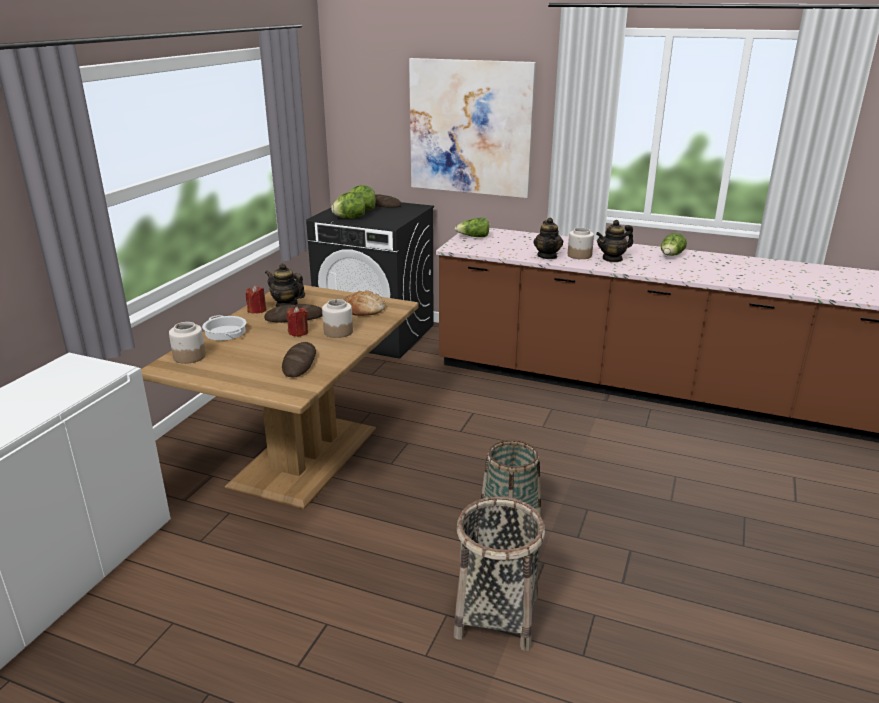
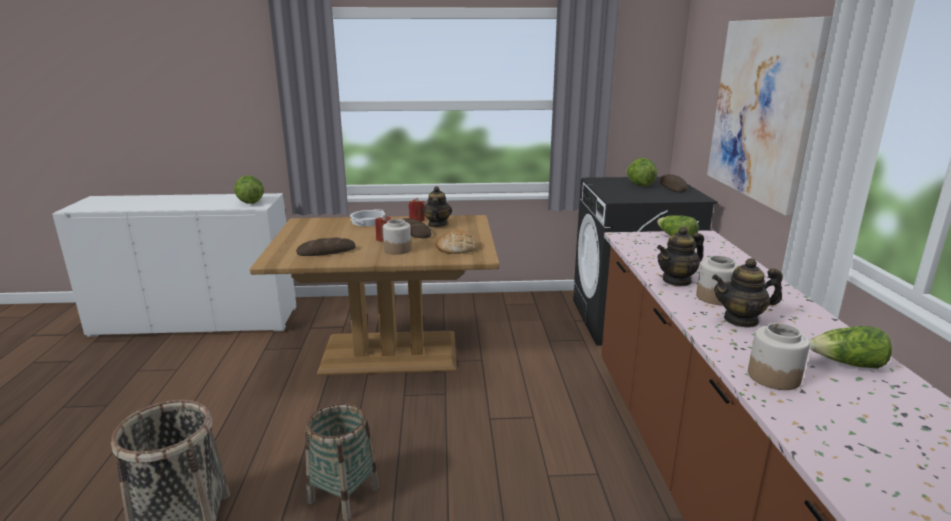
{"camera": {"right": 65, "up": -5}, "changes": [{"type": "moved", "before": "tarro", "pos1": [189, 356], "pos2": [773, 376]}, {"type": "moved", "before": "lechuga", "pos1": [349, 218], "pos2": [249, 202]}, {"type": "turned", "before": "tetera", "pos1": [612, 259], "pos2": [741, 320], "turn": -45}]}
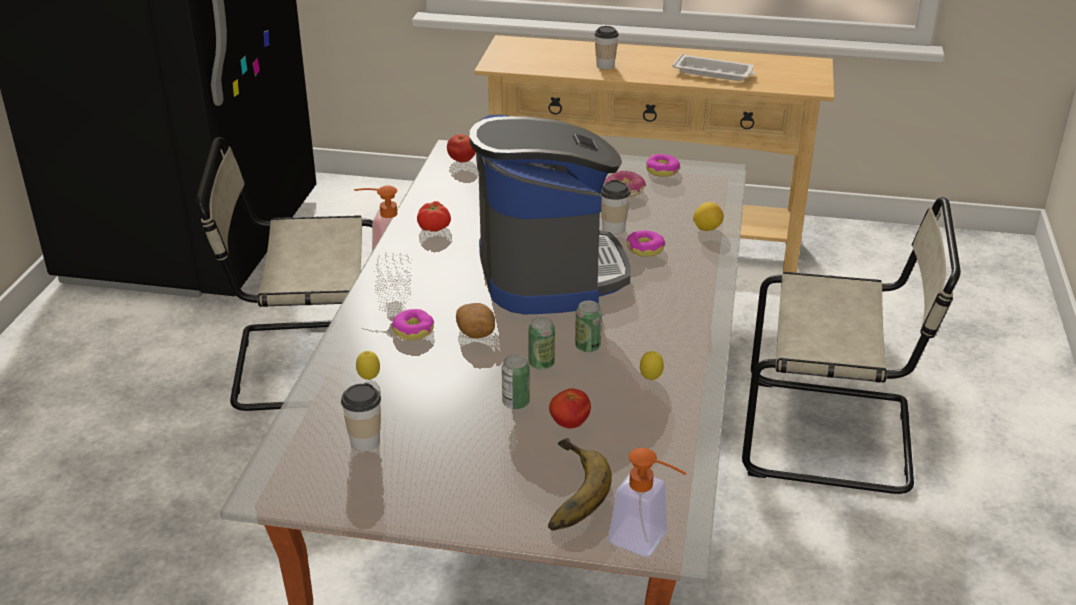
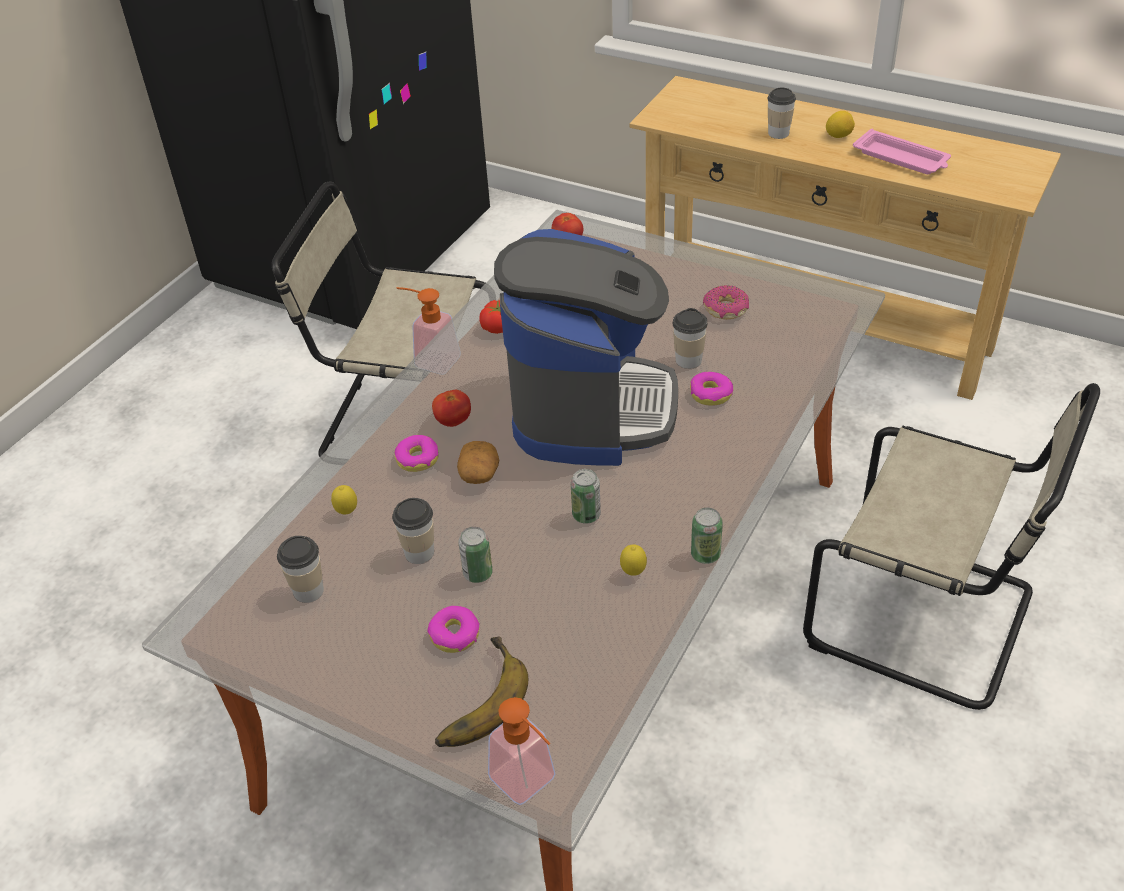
{"camera": {"right": 20, "up": 10}, "changes": [{"type": "moved", "before": "lata", "pos1": [541, 364], "pos2": [705, 554]}, {"type": "moved", "before": "tomate", "pos1": [569, 423], "pos2": [453, 421]}, {"type": "moved", "before": "rosquilla", "pos1": [662, 171], "pos2": [454, 635]}, {"type": "recoloured", "before": "bandeja/blanco", "after": "bandeja/rosa", "pos1": [714, 73], "pos2": [902, 158]}, {"type": "moved", "before": "limón", "pos1": [707, 228], "pos2": [838, 136]}, {"type": "added", "after": "taza", "pos2": [419, 552]}]}
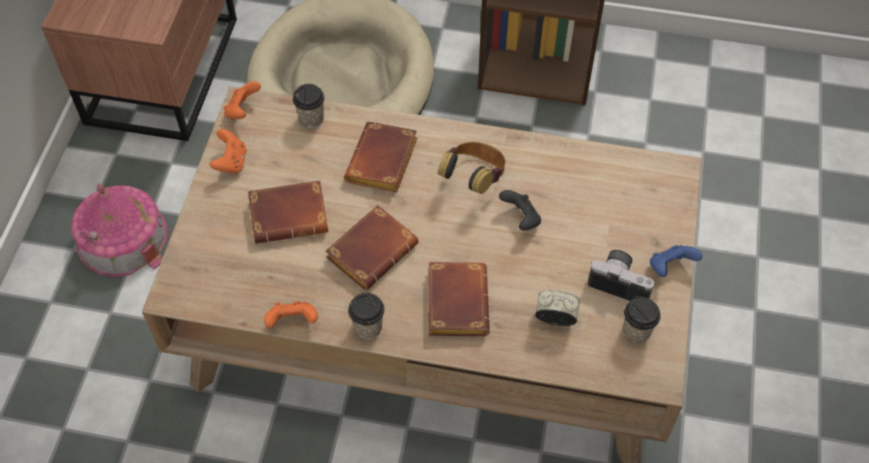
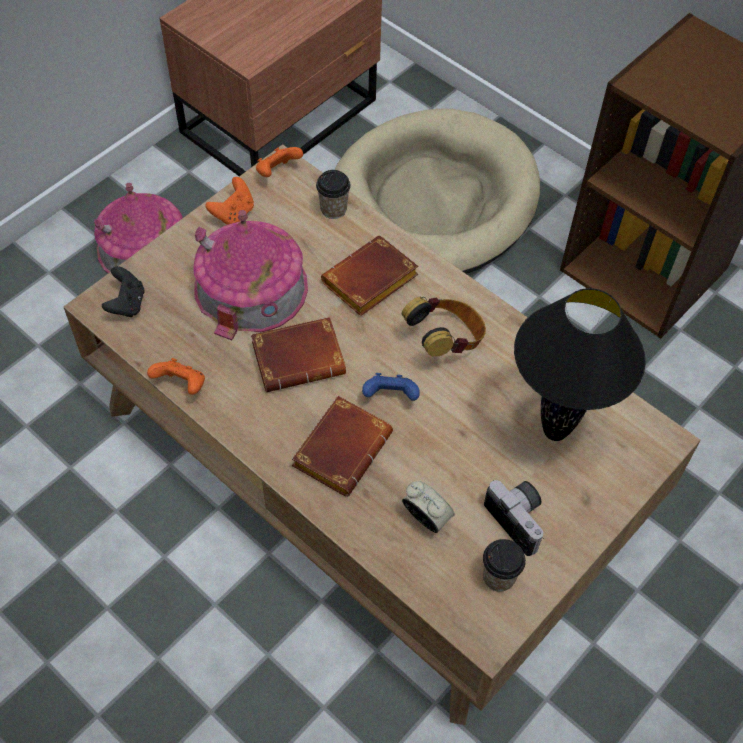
{"camera": {"right": 30, "up": 0}, "changes": [{"type": "replaced", "before": "libro/marrón", "after": "casita", "pos1": [291, 214], "pos2": [251, 287]}, {"type": "removed", "before": "taza", "pos1": [368, 327]}, {"type": "moved", "before": "mando de consola/negro", "pos1": [521, 219], "pos2": [127, 304]}, {"type": "moved", "before": "mando de consola/azul", "pos1": [670, 267], "pos2": [390, 396]}, {"type": "added", "after": "lámpara de mesa/negro", "pos2": [555, 430]}]}
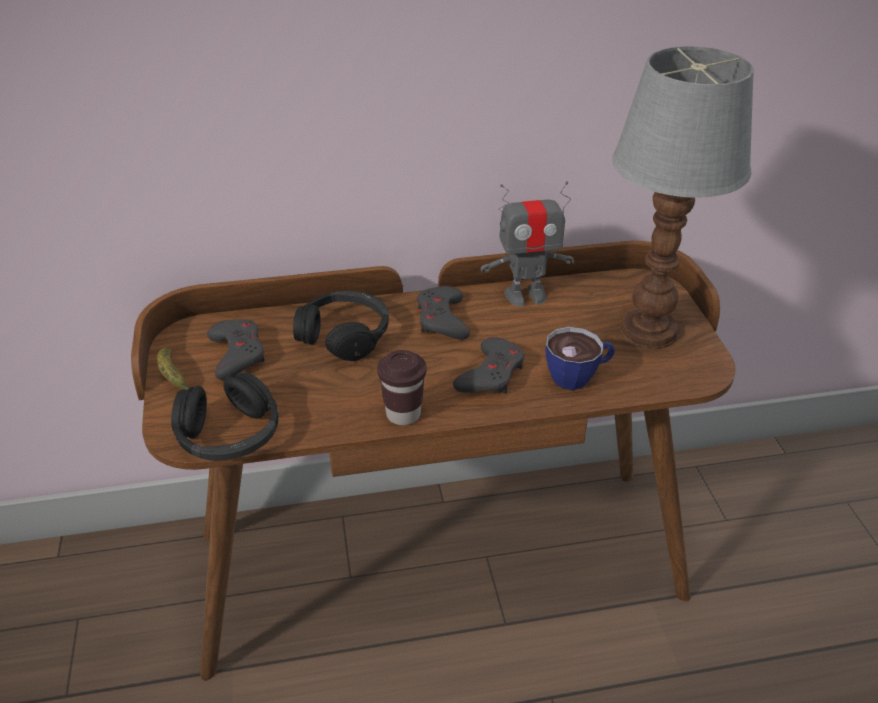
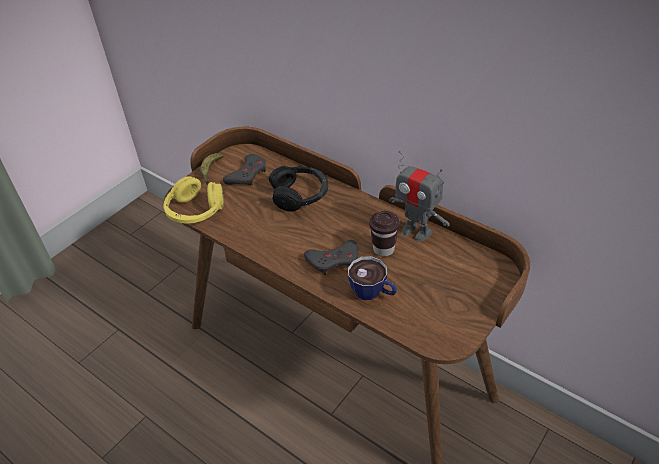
{"camera": {"right": 50, "up": 5}, "changes": [{"type": "recoloured", "before": "auriculares/negro", "after": "auriculares/amarillo", "pos1": [229, 435], "pos2": [195, 211]}, {"type": "moved", "before": "taza/marrón", "pos1": [403, 414], "pos2": [383, 249]}, {"type": "removed", "before": "mando de consola/gris", "pos1": [442, 319]}, {"type": "removed", "before": "lámpara de mesa", "pos1": [649, 330]}]}
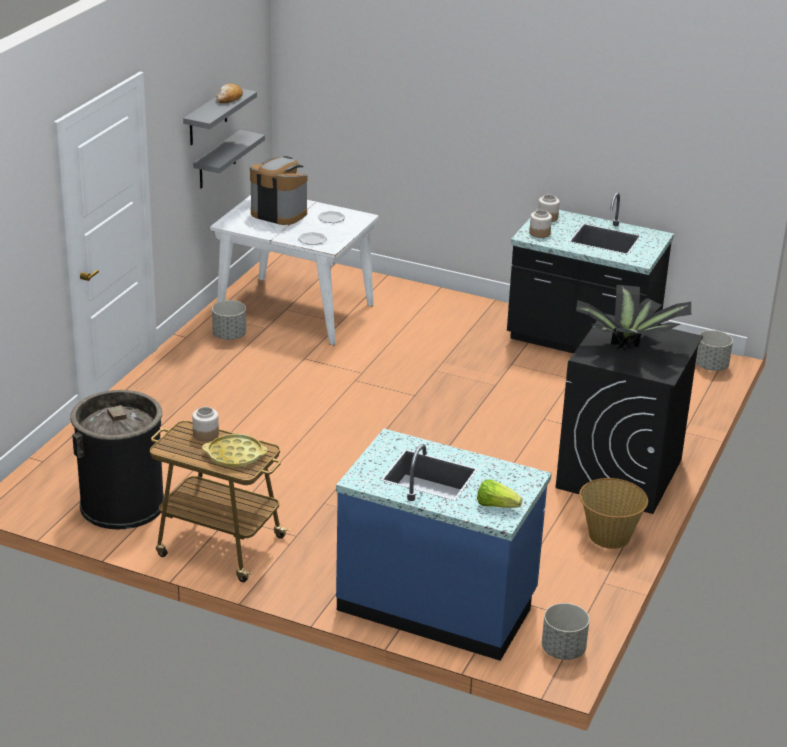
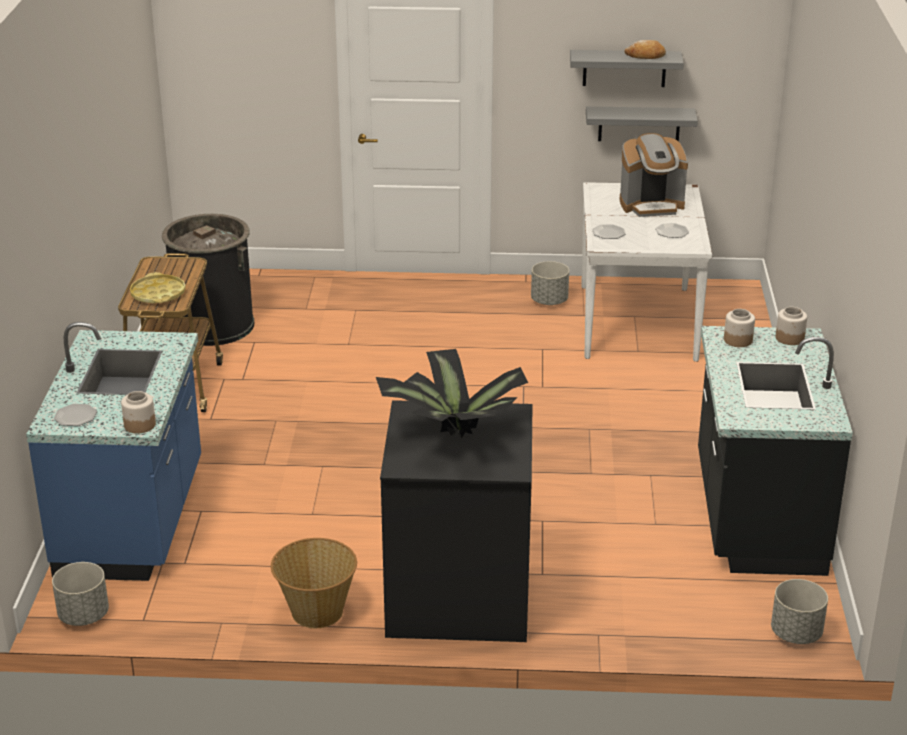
{"camera": {"right": 70, "up": 0}, "changes": [{"type": "moved", "before": "tarro", "pos1": [205, 435], "pos2": [139, 425]}, {"type": "turned", "before": "cafetera", "pos1": [279, 213], "pos2": [651, 205], "turn": 75}, {"type": "replaced", "before": "lechuga", "after": "plato", "pos1": [496, 505], "pos2": [76, 416]}]}
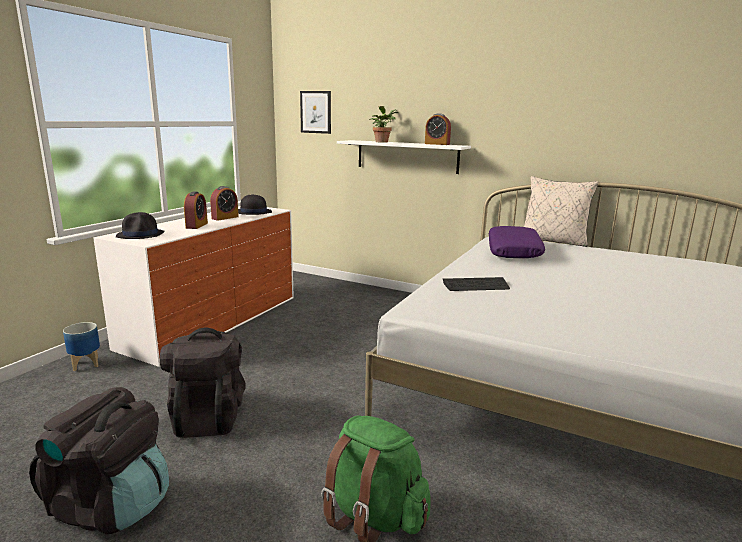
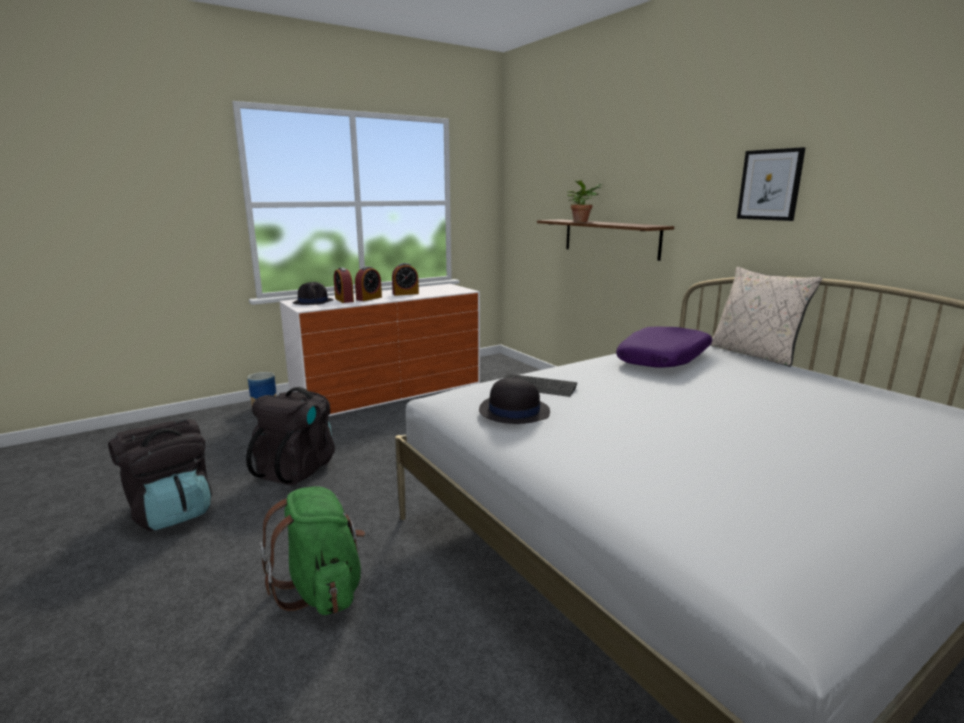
{"camera": {"right": 30, "up": 0}, "changes": [{"type": "moved", "before": "sombrero/negro", "pos1": [253, 212], "pos2": [513, 411]}, {"type": "moved", "before": "cuadro", "pos1": [316, 112], "pos2": [770, 185]}, {"type": "recoloured", "before": "estante/blanco", "after": "estante/marrón", "pos1": [407, 156], "pos2": [610, 238]}, {"type": "moved", "before": "despertador", "pos1": [437, 144], "pos2": [344, 300]}]}
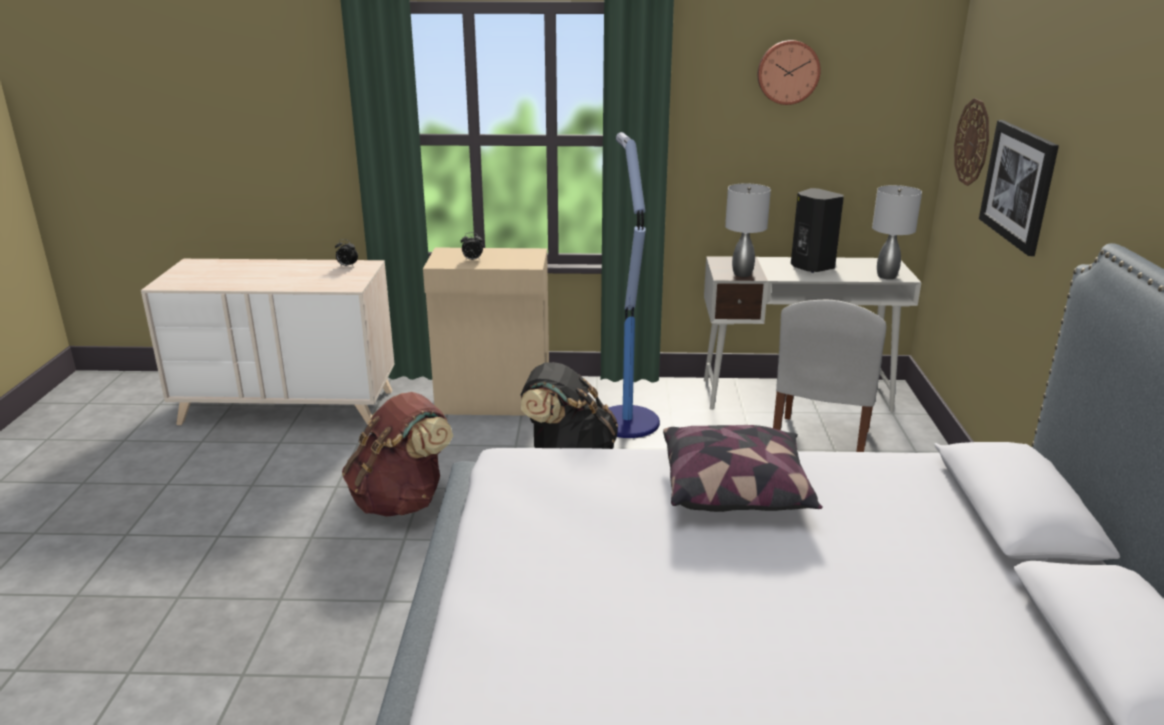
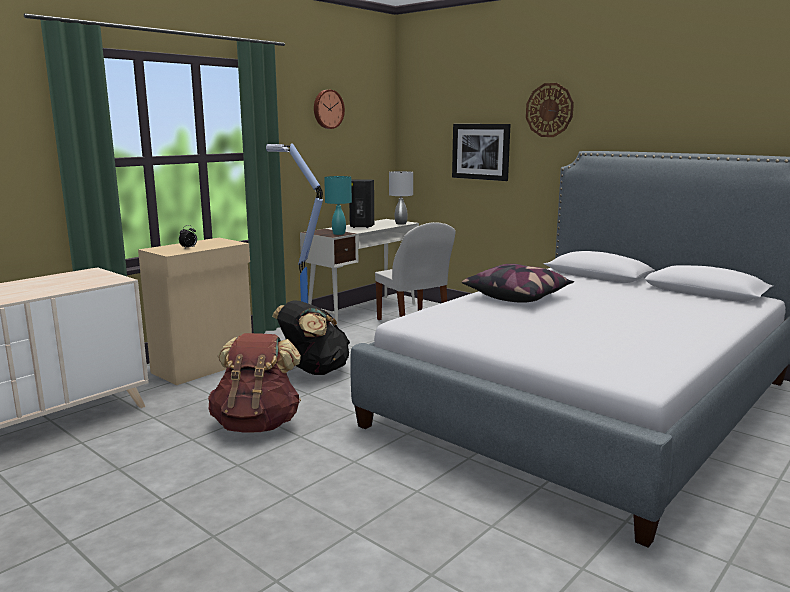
{"camera": {"right": -50, "up": -10}, "changes": [{"type": "removed", "before": "despertador", "pos1": [347, 266]}, {"type": "recoloured", "before": "lámpara de mesa/gris", "after": "lámpara de mesa/turquesa", "pos1": [741, 274], "pos2": [338, 233]}, {"type": "moved", "before": "reloj de pared", "pos1": [972, 142], "pos2": [549, 110]}]}
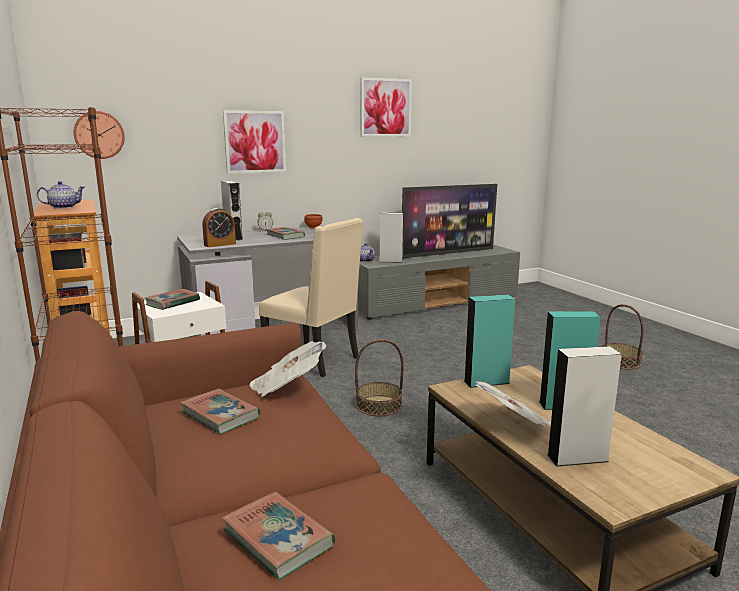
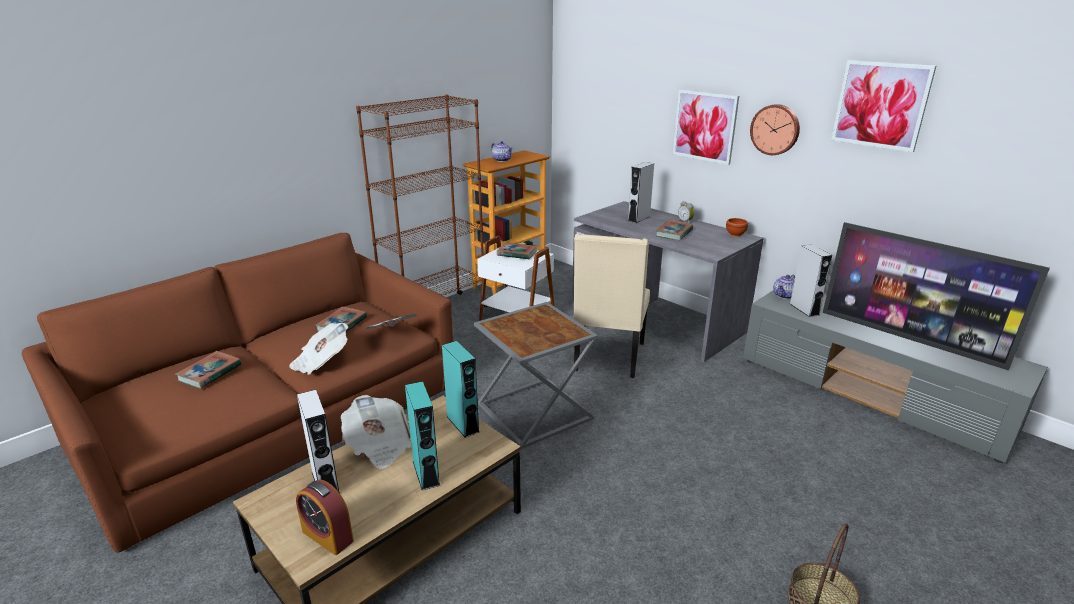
{"camera": {"right": 70, "up": 10}, "changes": [{"type": "moved", "before": "reloj de pared", "pos1": [99, 135], "pos2": [775, 129]}, {"type": "moved", "before": "despertador", "pos1": [220, 244], "pos2": [327, 536]}, {"type": "replaced", "before": "cesta", "after": "mesa auxiliar/gris", "pos1": [379, 405], "pos2": [537, 412]}, {"type": "added", "after": "periódico", "pos2": [321, 362]}]}
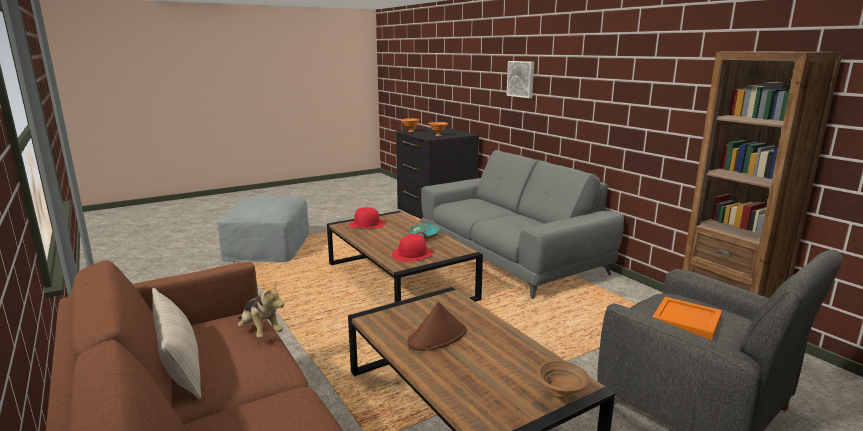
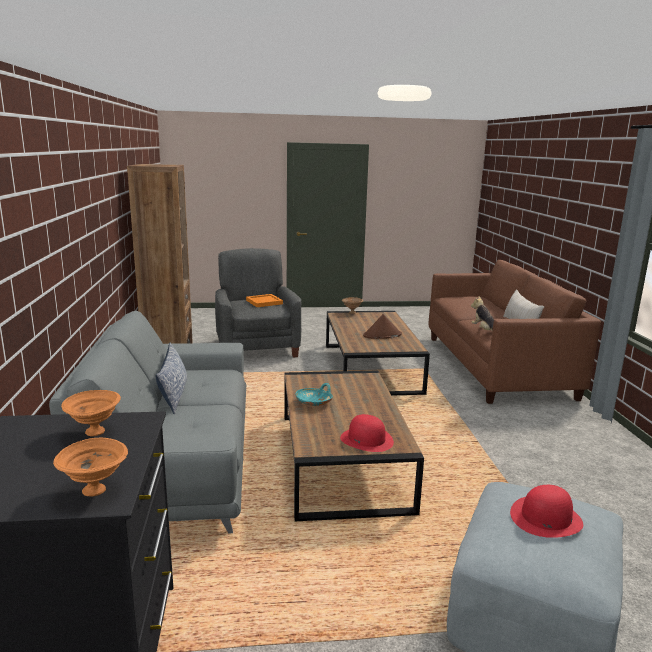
{"camera": {"right": -155, "up": 0}, "changes": [{"type": "moved", "before": "sombrero/rojo", "pos1": [412, 254], "pos2": [546, 518]}, {"type": "removed", "before": "cuadro", "pos1": [521, 79]}, {"type": "added", "after": "cojín", "pos2": [174, 394]}]}
